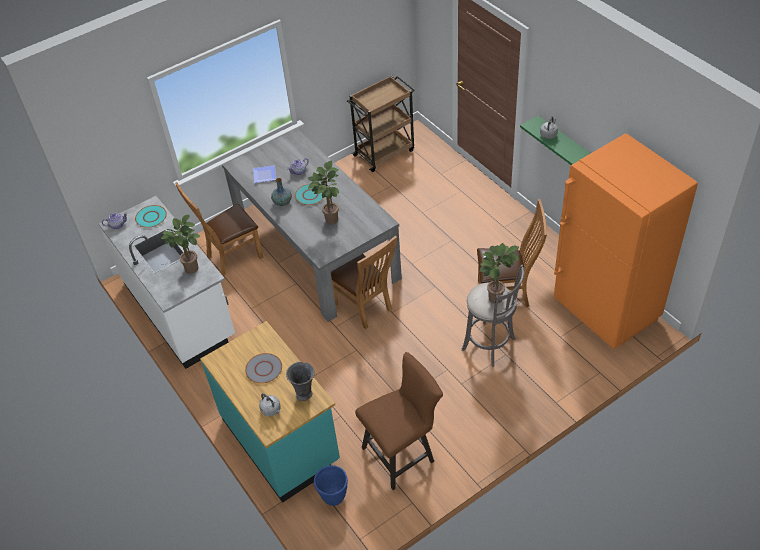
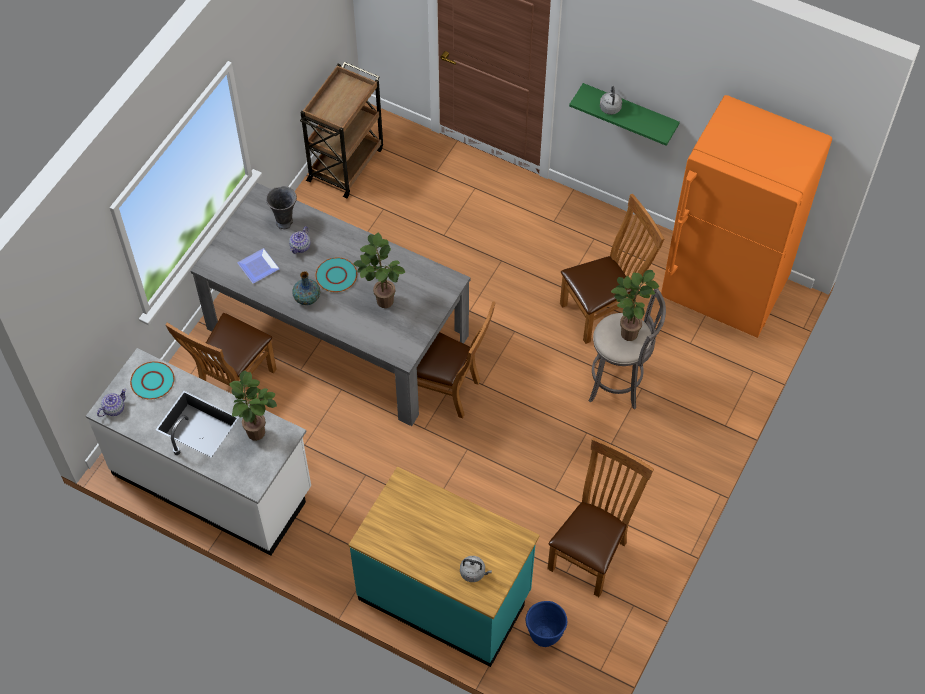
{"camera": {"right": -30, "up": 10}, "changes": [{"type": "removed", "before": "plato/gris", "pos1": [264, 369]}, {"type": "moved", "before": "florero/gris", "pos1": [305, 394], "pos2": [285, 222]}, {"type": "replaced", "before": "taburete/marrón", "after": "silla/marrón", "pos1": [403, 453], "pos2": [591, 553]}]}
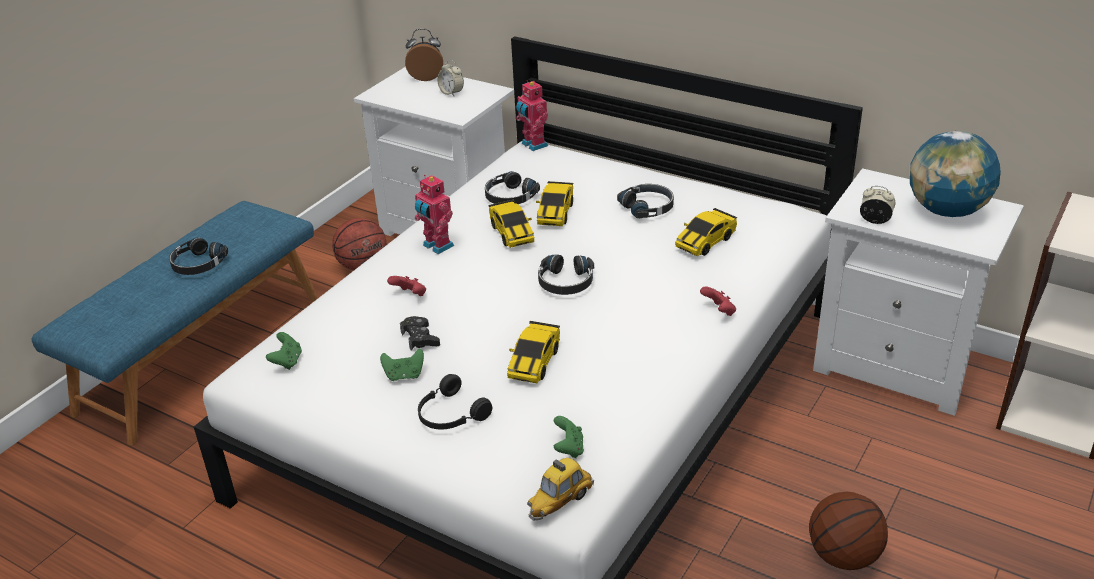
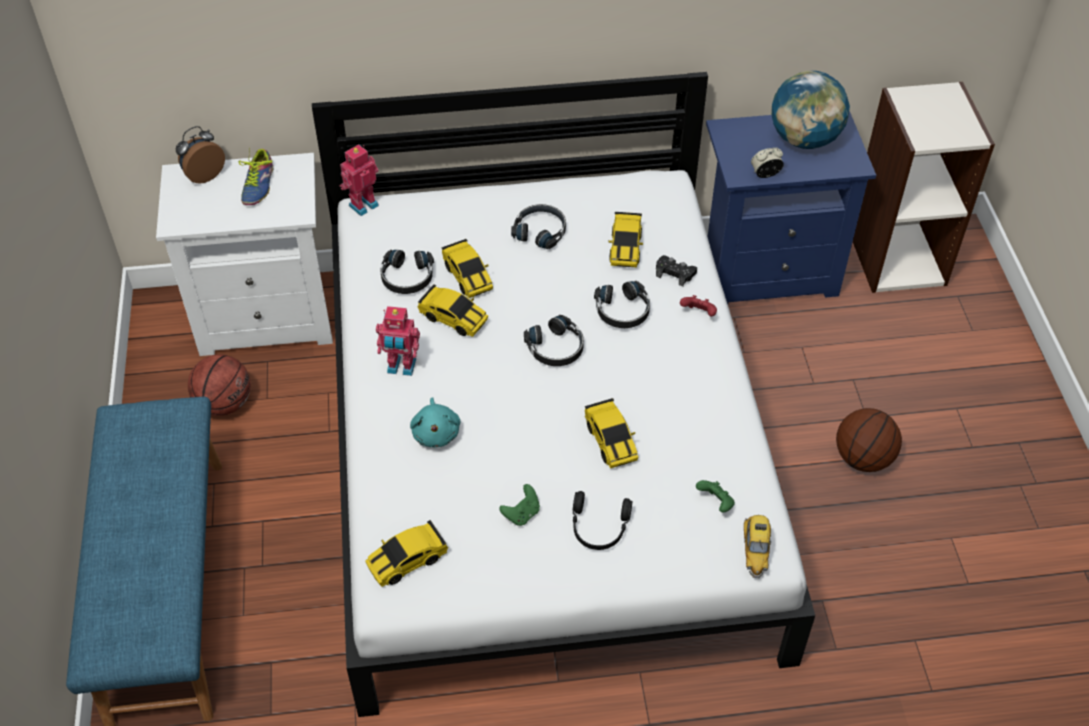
{"camera": {"right": -40, "up": 15}, "changes": [{"type": "moved", "before": "auriculares/negro", "pos1": [198, 264], "pos2": [622, 311]}, {"type": "replaced", "before": "mando de consola/verde", "after": "coche de juguete", "pos1": [287, 361], "pos2": [407, 560]}, {"type": "replaced", "before": "mando de consola/rojo", "after": "peluche/turquesa", "pos1": [410, 295], "pos2": [436, 432]}, {"type": "moved", "before": "mando de consola/negro", "pos1": [420, 338], "pos2": [675, 273]}, {"type": "replaced", "before": "despertador", "after": "zapato", "pos1": [451, 93], "pos2": [256, 185]}, {"type": "turned", "before": "robot de juguete", "pos1": [533, 145], "pos2": [362, 204], "turn": 120}, {"type": "recoloured", "before": "mesita de noche/blanco", "after": "mesita de noche/azul", "pos1": [897, 366], "pos2": [767, 270]}]}
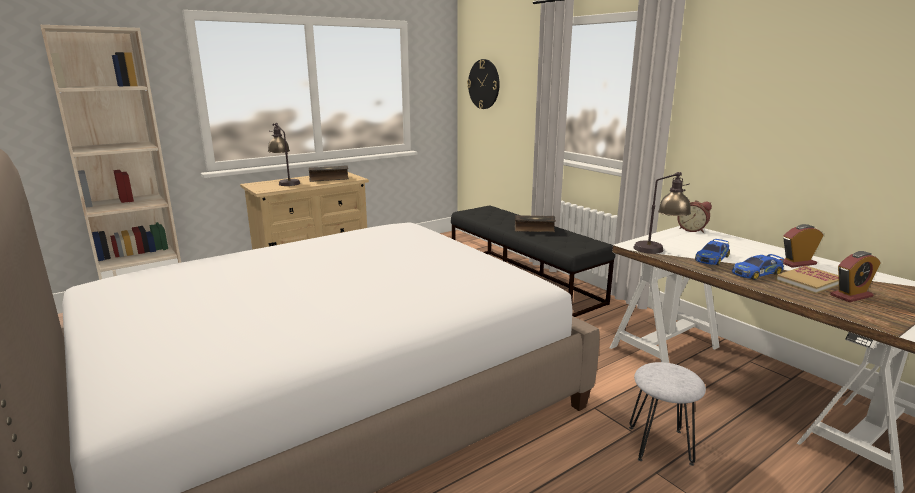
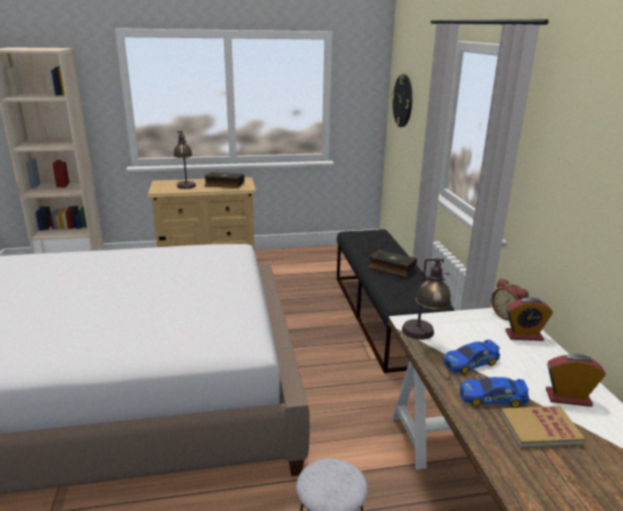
{"camera": {"right": 25, "up": 5}, "changes": [{"type": "moved", "before": "despertador", "pos1": [851, 296], "pos2": [524, 335]}]}
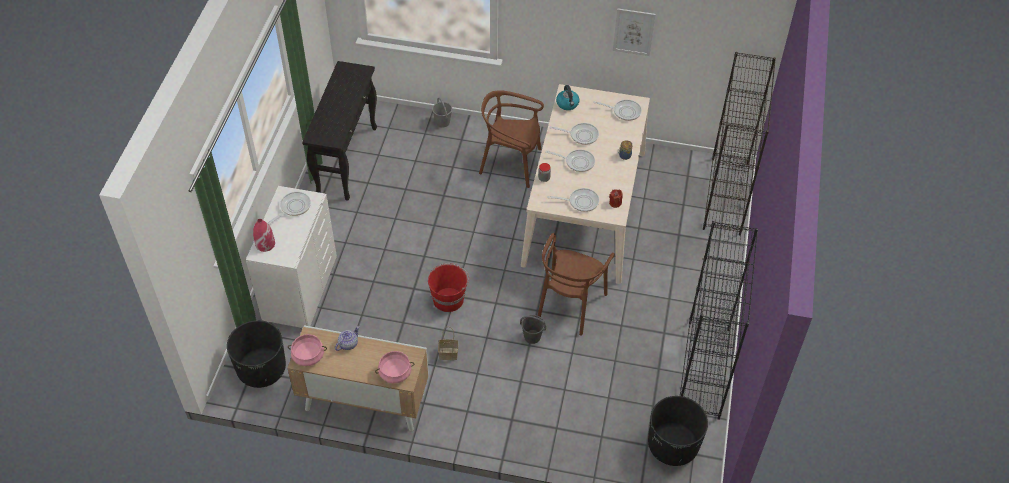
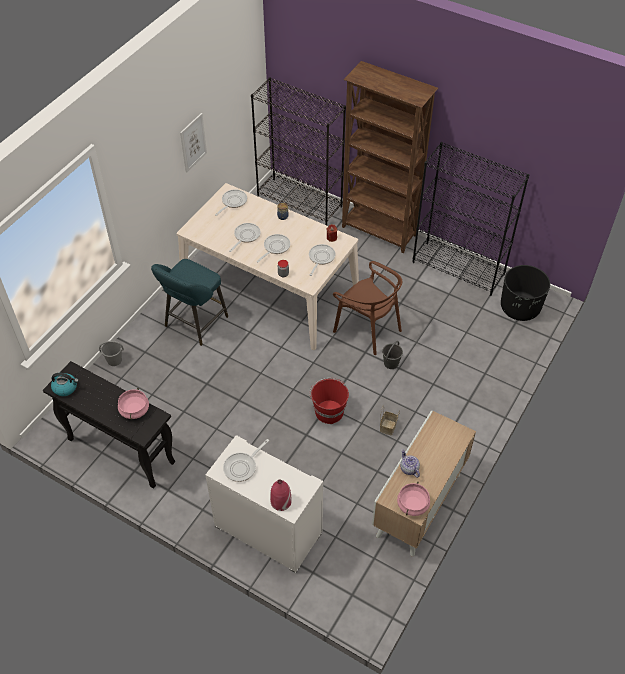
{"camera": {"right": -70, "up": 0}, "changes": [{"type": "removed", "before": "maceta/negro", "pos1": [261, 369]}, {"type": "turned", "before": "sartén", "pos1": [293, 207], "pos2": [242, 467], "turn": -105}, {"type": "moved", "before": "olla/rosa", "pos1": [395, 373], "pos2": [134, 410]}, {"type": "replaced", "before": "silla/marrón", "after": "taburete/turquesa", "pos1": [511, 163], "pos2": [194, 324]}, {"type": "moved", "before": "hervidor", "pos1": [567, 104], "pos2": [65, 388]}, {"type": "added", "after": "estantería/marrón", "pos2": [379, 232]}]}
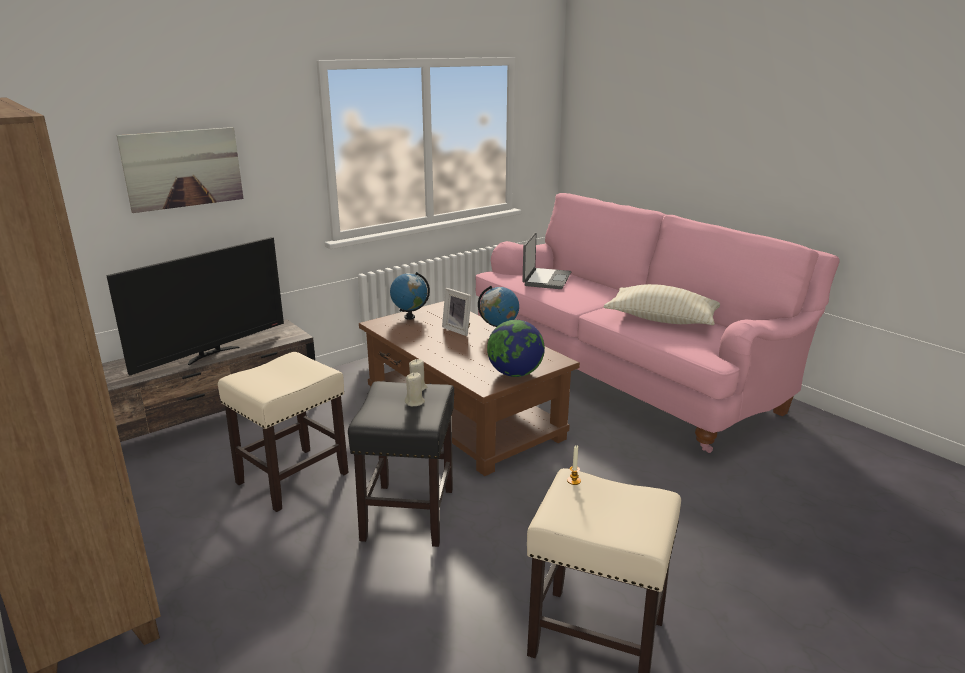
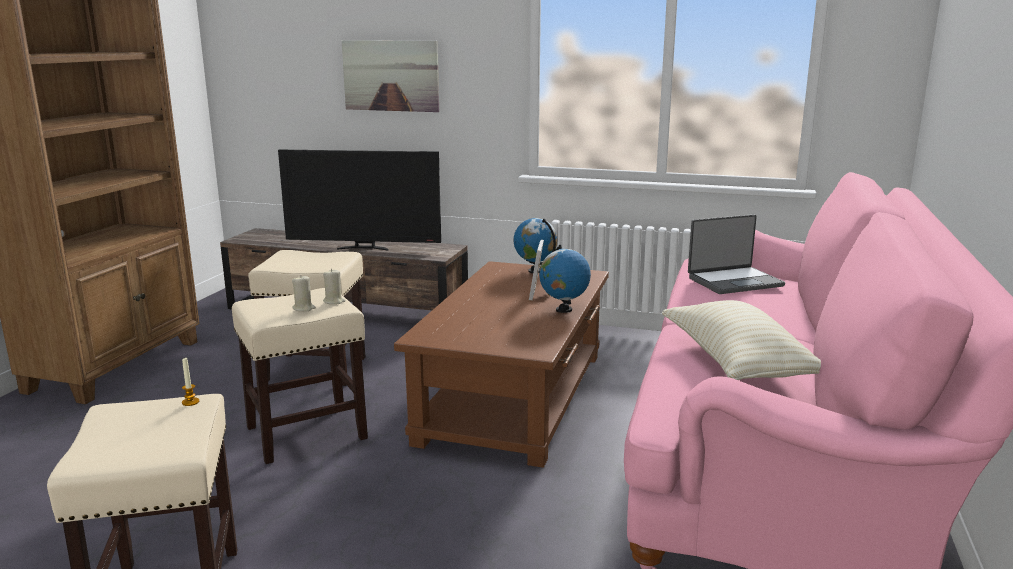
{"camera": {"right": 55, "up": -5}, "changes": [{"type": "recoloured", "before": "taburete/negro", "after": "taburete/beis", "pos1": [408, 513], "pos2": [308, 432]}, {"type": "removed", "before": "globo terráqueo", "pos1": [515, 374]}]}
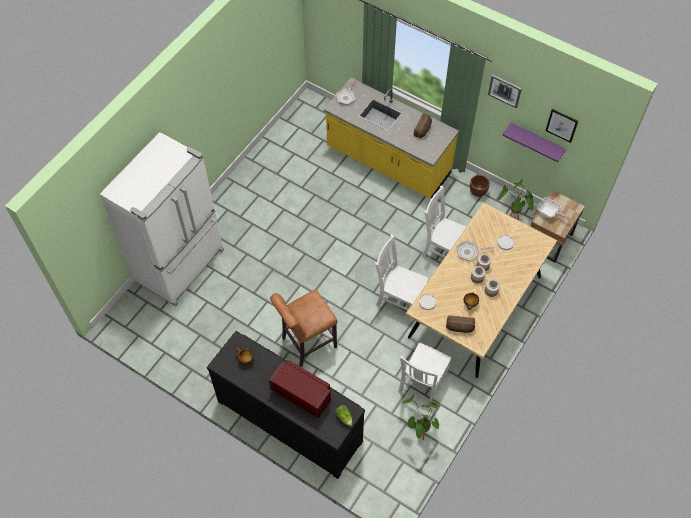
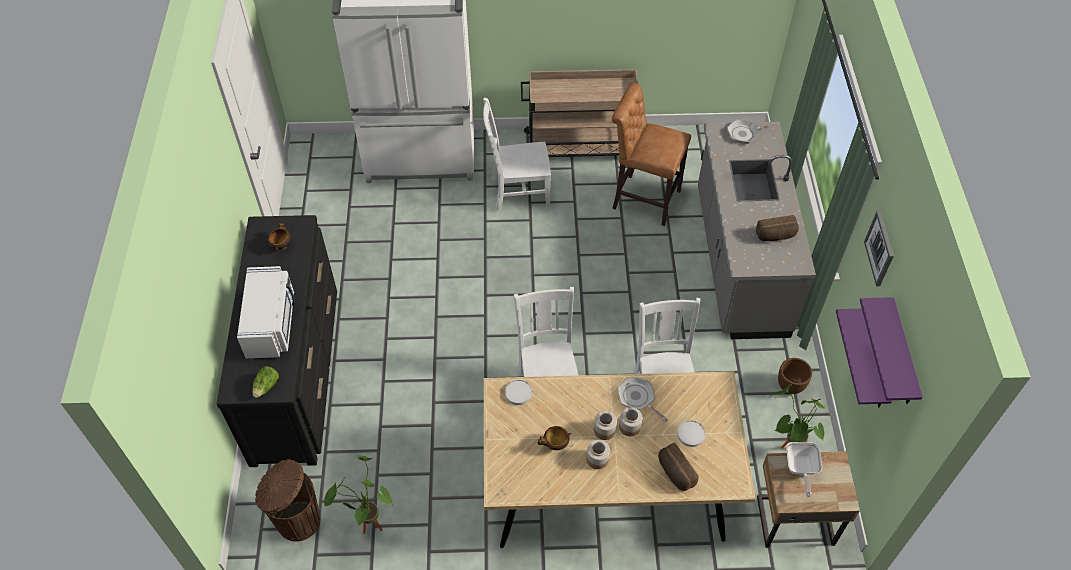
{"camera": {"right": 55, "up": -5}, "changes": [{"type": "recoloured", "before": "microondas/rojo", "after": "microondas/blanco", "pos1": [302, 394], "pos2": [271, 324]}, {"type": "moved", "before": "taburete/marrón", "pos1": [306, 344], "pos2": [642, 198]}, {"type": "recoloured", "before": "mueble bajo de cocina/amarillo", "after": "mueble bajo de cocina/gris", "pos1": [388, 162], "pos2": [739, 261]}, {"type": "moved", "before": "silla/blanco", "pos1": [422, 384], "pos2": [518, 192]}, {"type": "moved", "before": "pan", "pos1": [459, 328], "pos2": [674, 473]}, {"type": "replaced", "before": "cuadro", "after": "estante/morado", "pos1": [561, 125], "pos2": [902, 355]}, {"type": "added", "after": "papelera/marrón", "pos2": [297, 520]}, {"type": "added", "after": "carrito/beis", "pos2": [579, 147]}]}
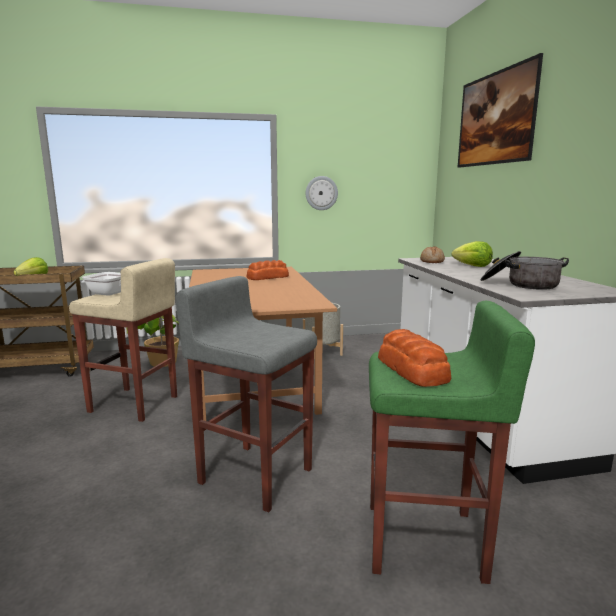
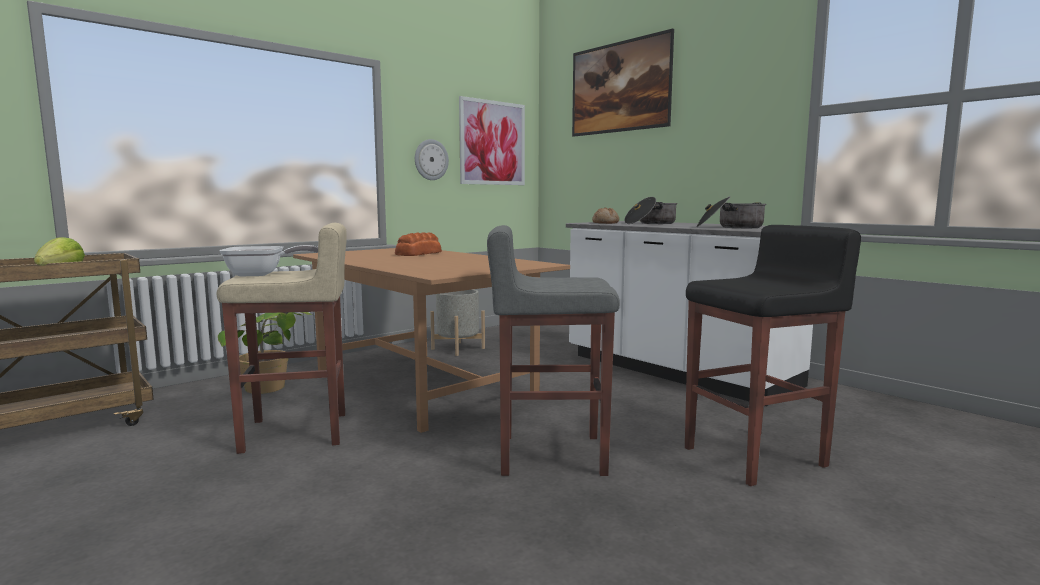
{"camera": {"right": -30, "up": -5}, "changes": [{"type": "recoloured", "before": "taburete/verde", "after": "taburete/negro", "pos1": [426, 542], "pos2": [757, 457]}, {"type": "removed", "before": "pan", "pos1": [412, 370]}, {"type": "replaced", "before": "lechuga", "after": "olla", "pos1": [472, 266], "pos2": [650, 223]}, {"type": "added", "after": "cuadro", "pos2": [492, 143]}]}
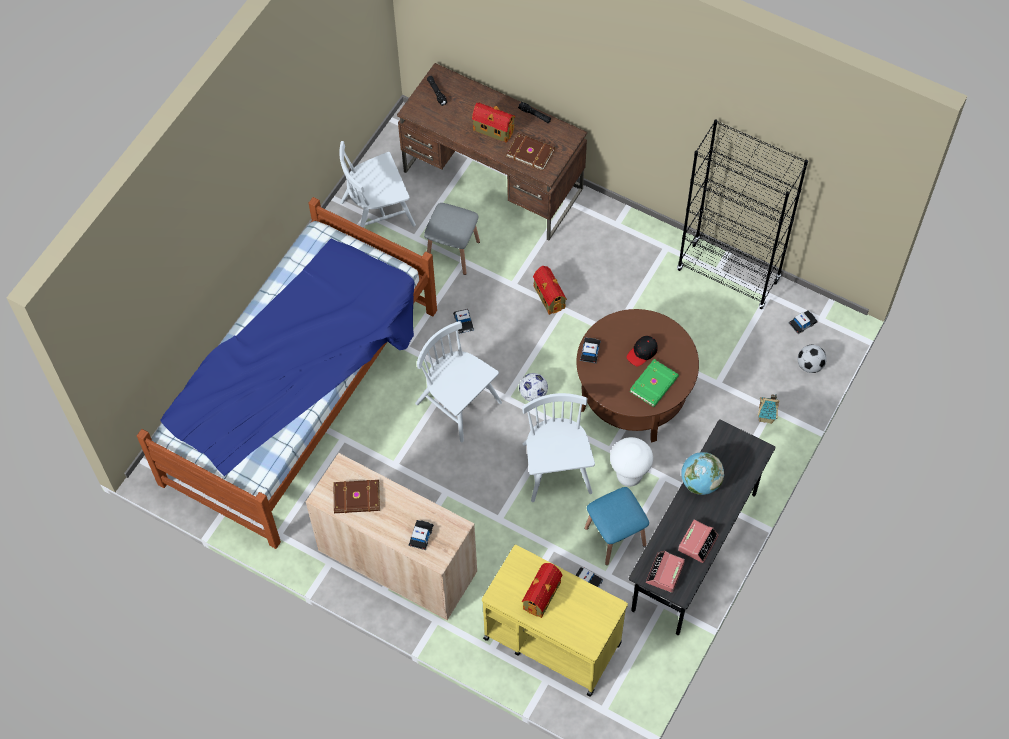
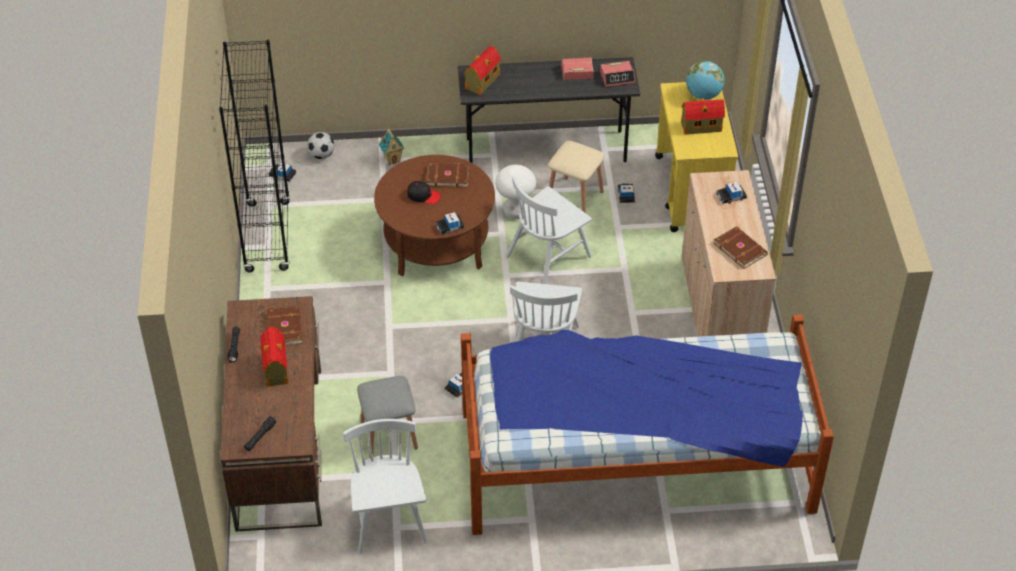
{"camera": {"right": -125, "up": -15}, "changes": [{"type": "turned", "before": "silla/blanco", "pos1": [378, 213], "pos2": [388, 519], "turn": -135}, {"type": "removed", "before": "balón de fútbol", "pos1": [533, 394]}, {"type": "moved", "before": "casita", "pos1": [549, 296], "pos2": [482, 82]}, {"type": "recoloured", "before": "taburete/azul", "after": "taburete/beis", "pos1": [615, 536], "pos2": [574, 197]}, {"type": "recoloured", "before": "libro/verde", "after": "libro/marrón", "pos1": [655, 384], "pos2": [447, 176]}, {"type": "moved", "before": "globo terráqueo", "pos1": [700, 482], "pos2": [703, 95]}]}
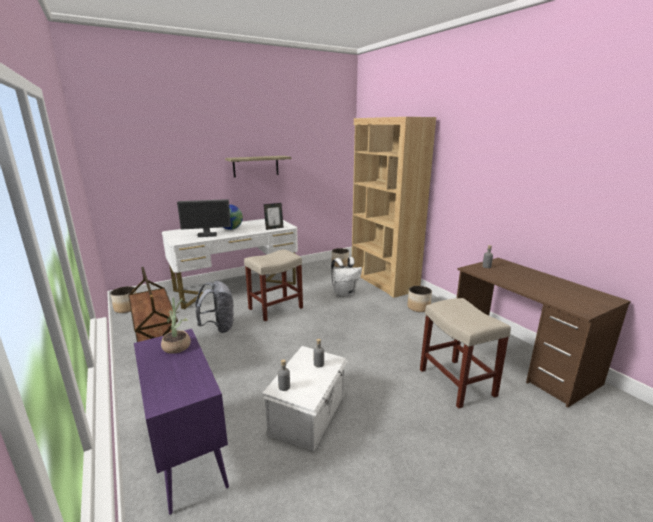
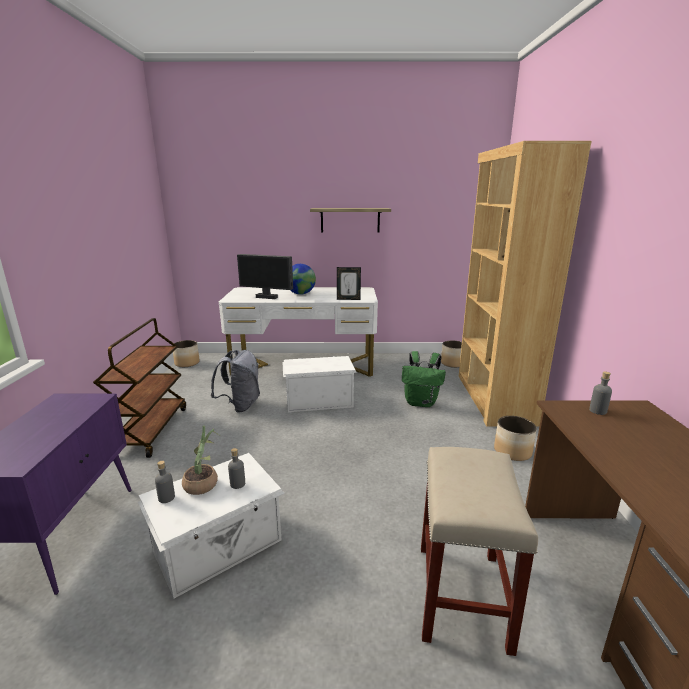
{"camera": {"right": 30, "up": 0}, "changes": [{"type": "moved", "before": "planta en maceta", "pos1": [178, 345], "pos2": [204, 483]}, {"type": "replaced", "before": "taburete/beis", "after": "caja de almacenaje/blanco", "pos1": [275, 308], "pos2": [318, 400]}, {"type": "recoloured", "before": "mochila/blanco", "after": "mochila/verde", "pos1": [344, 293], "pos2": [421, 402]}]}
